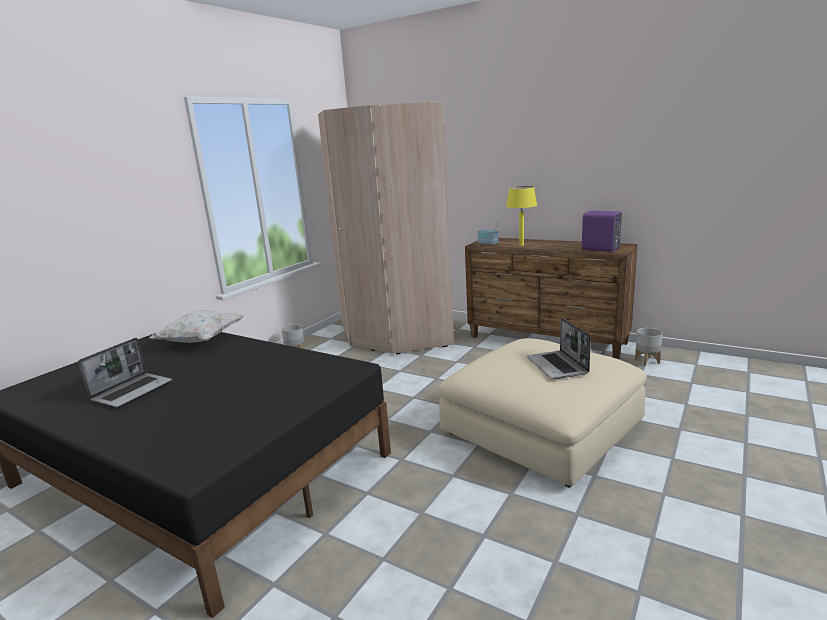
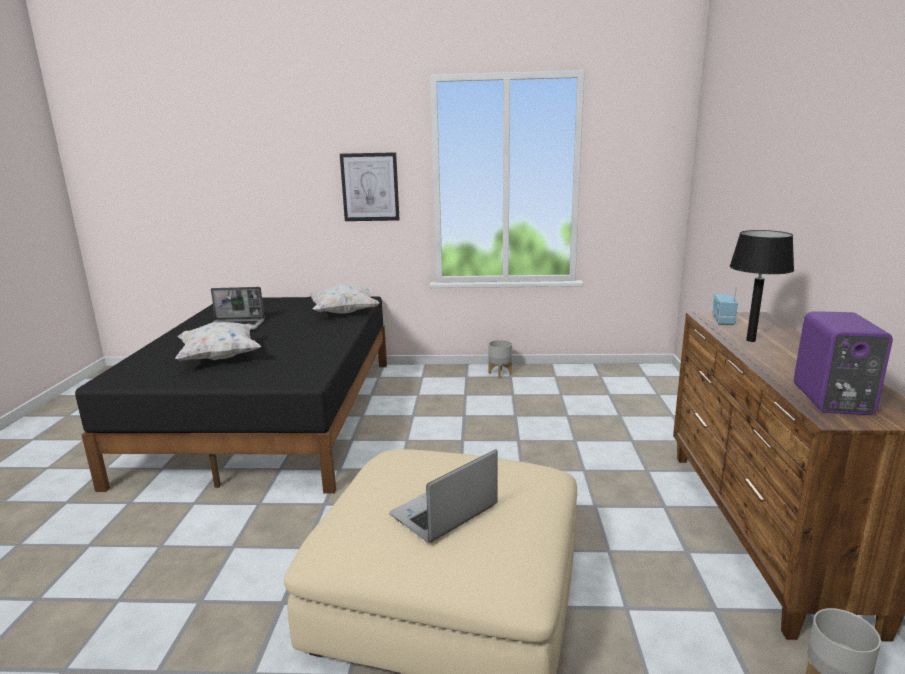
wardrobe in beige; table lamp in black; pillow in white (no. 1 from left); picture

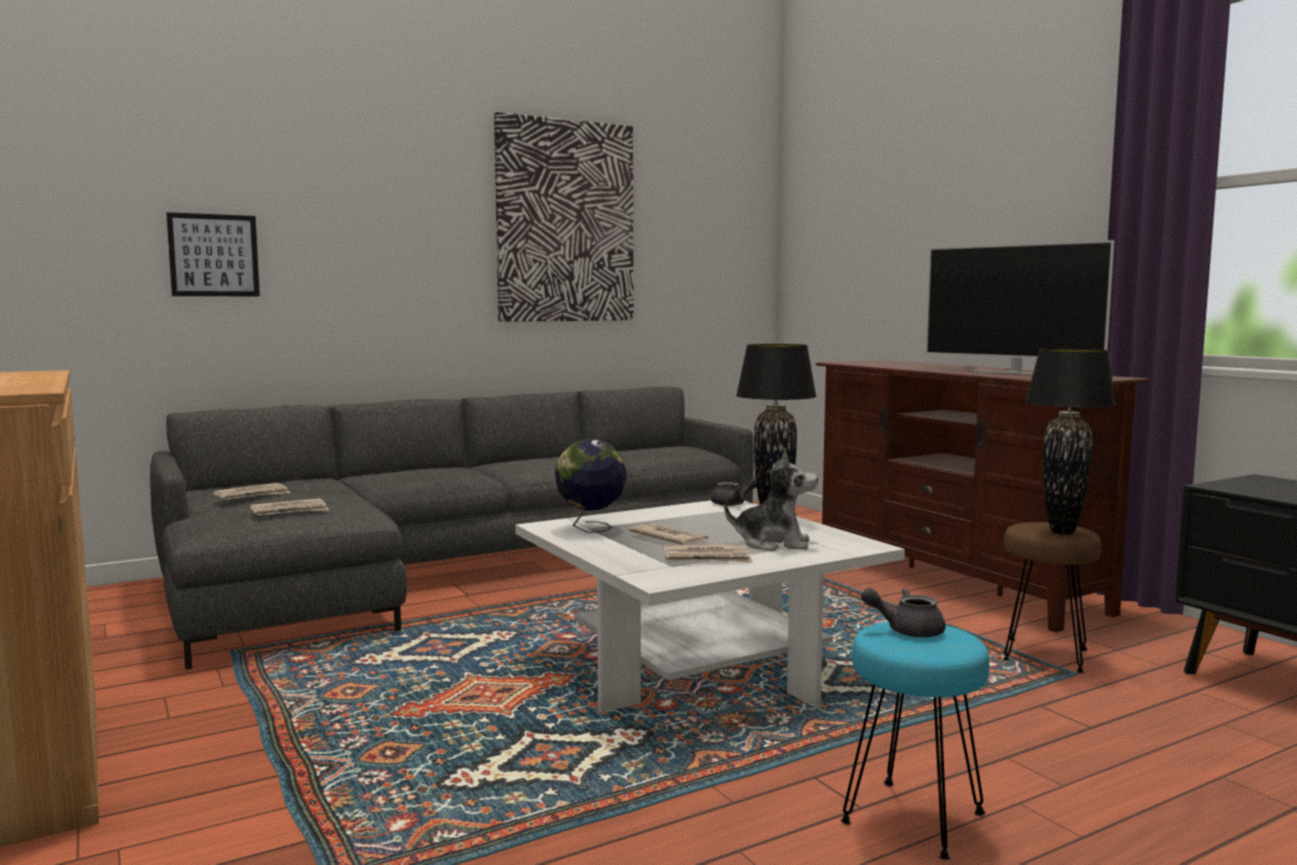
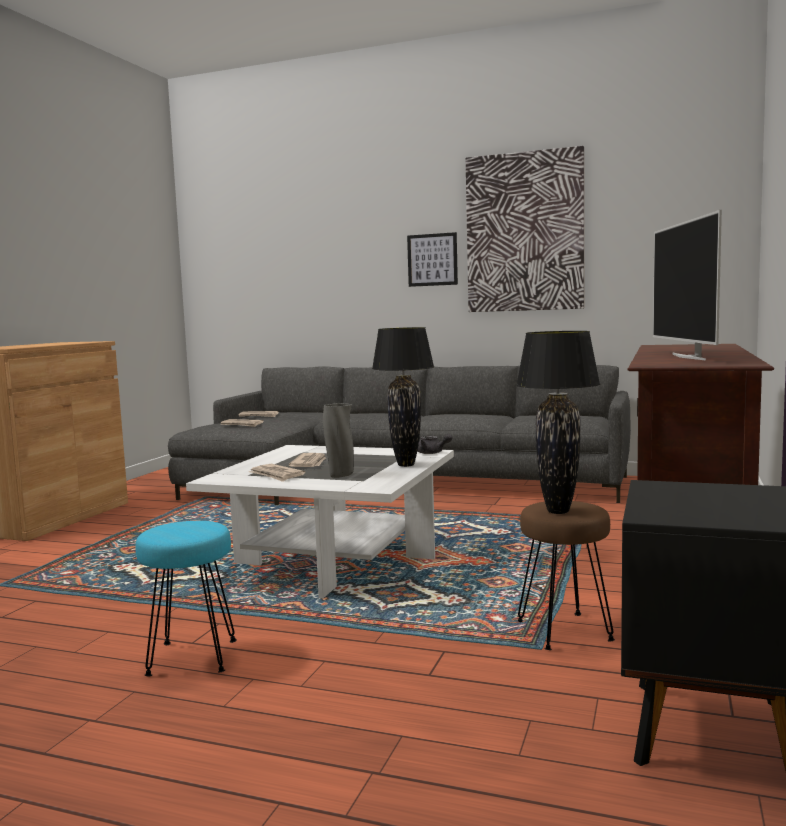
picture (no. 1 from left); globe; vase in grey; teapot in grey (no. 2 from left in the first image)

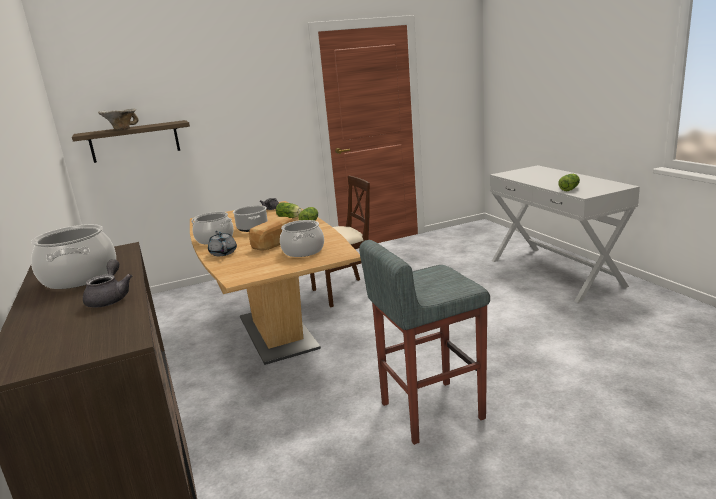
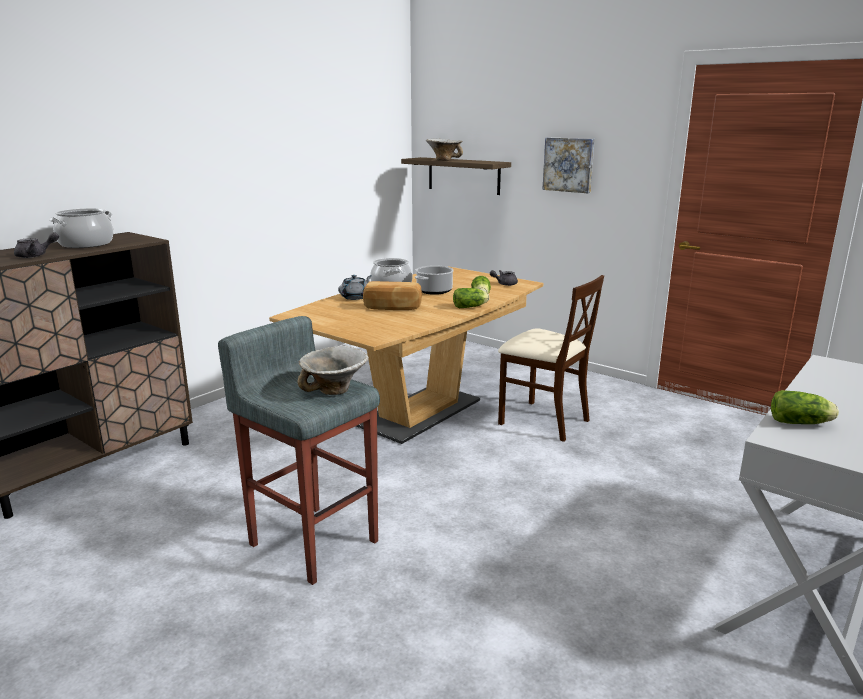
cooking pot (no. 4 from left in the first image); bowl (no. 1 from left); picture

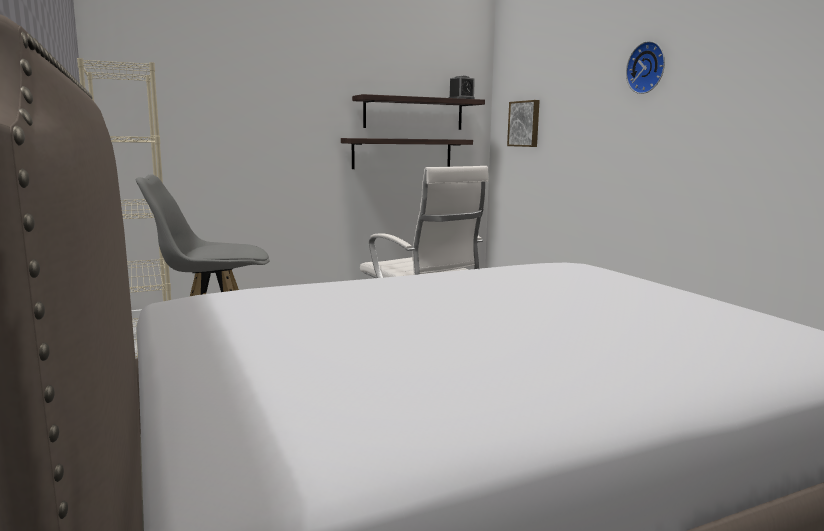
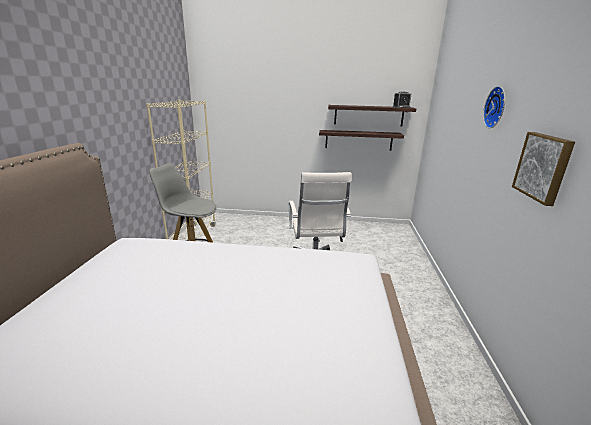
picture

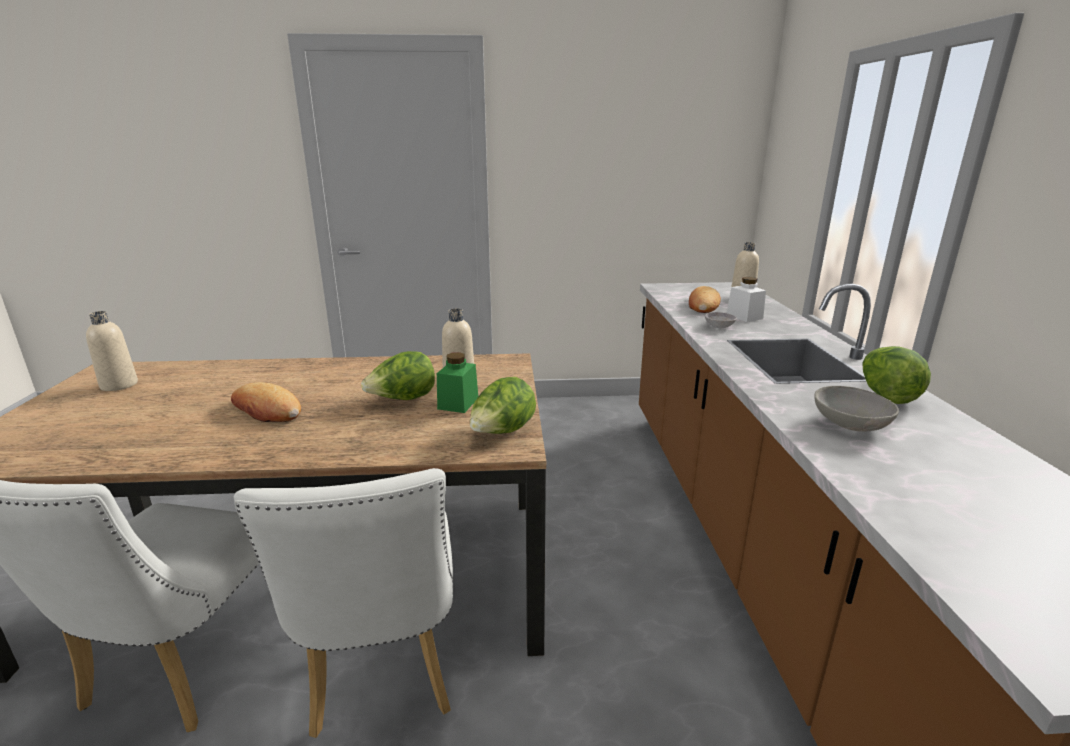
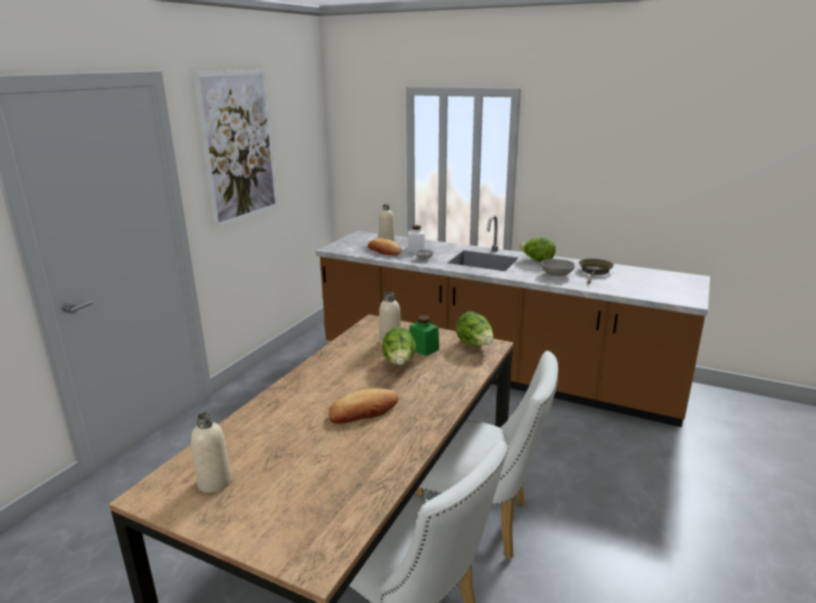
picture; frying pan in brown

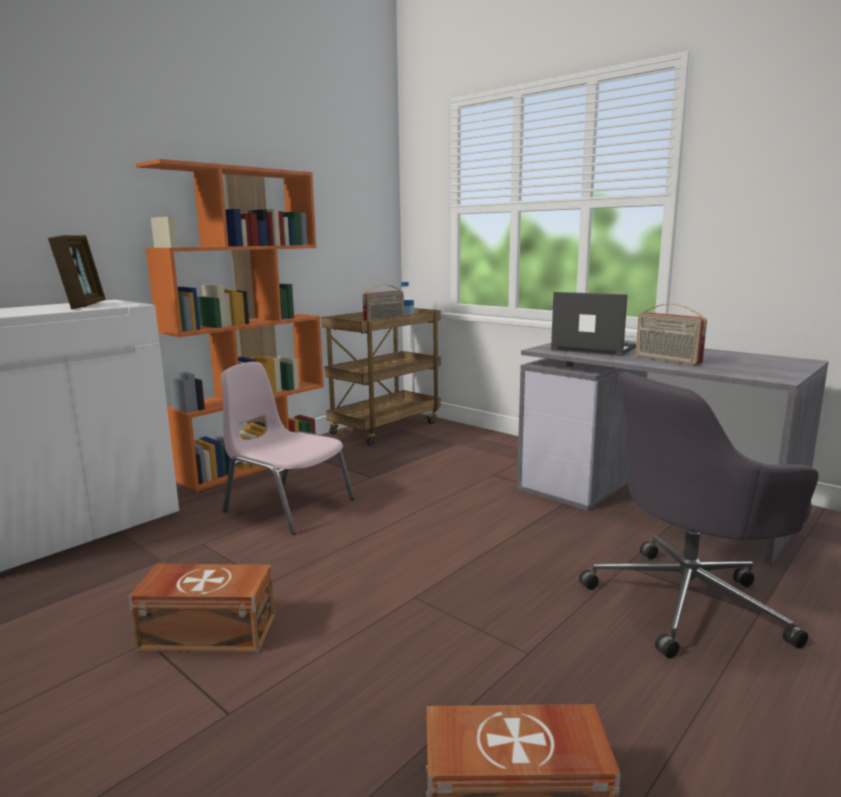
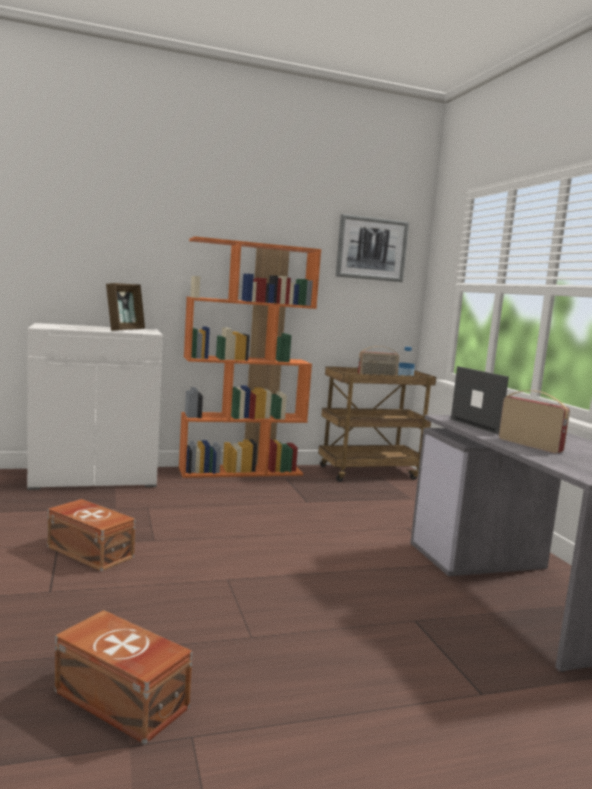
chair in pink; office chair in grey; radio (no. 2 from left); picture

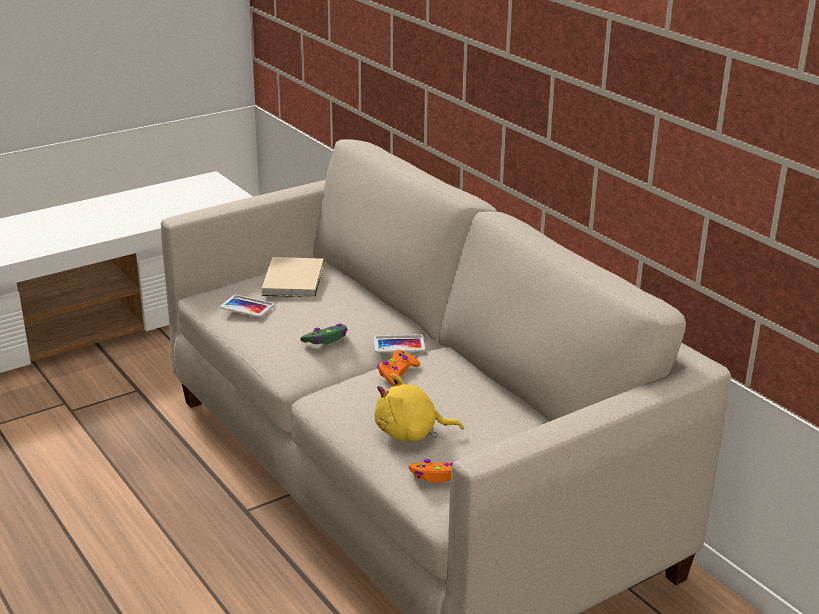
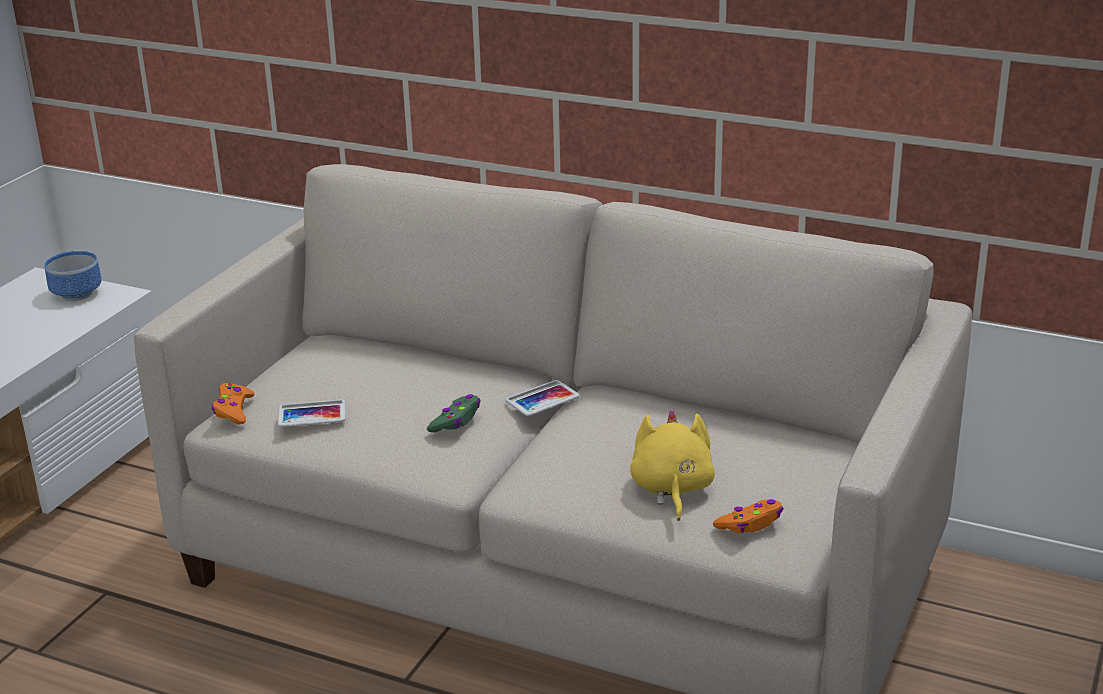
book in beige; plush toy in yellow; game controller in orange (no. 1 from left); bowl

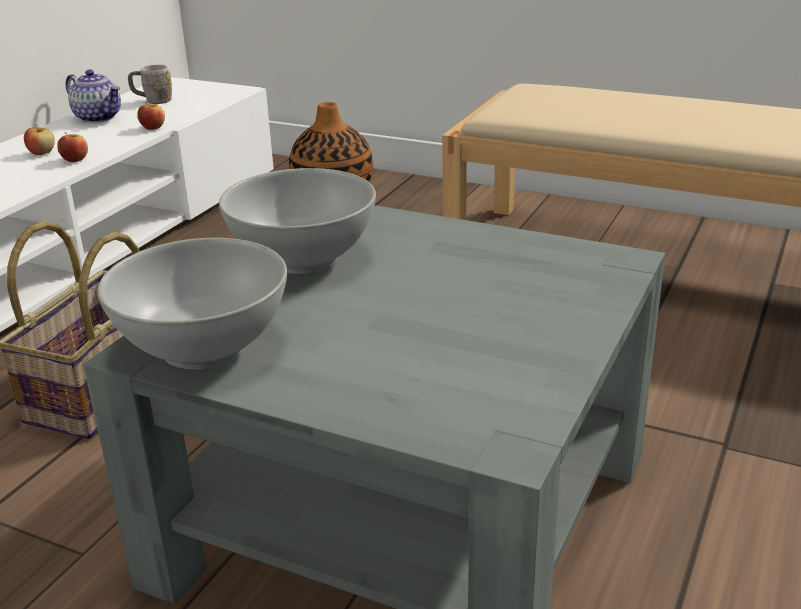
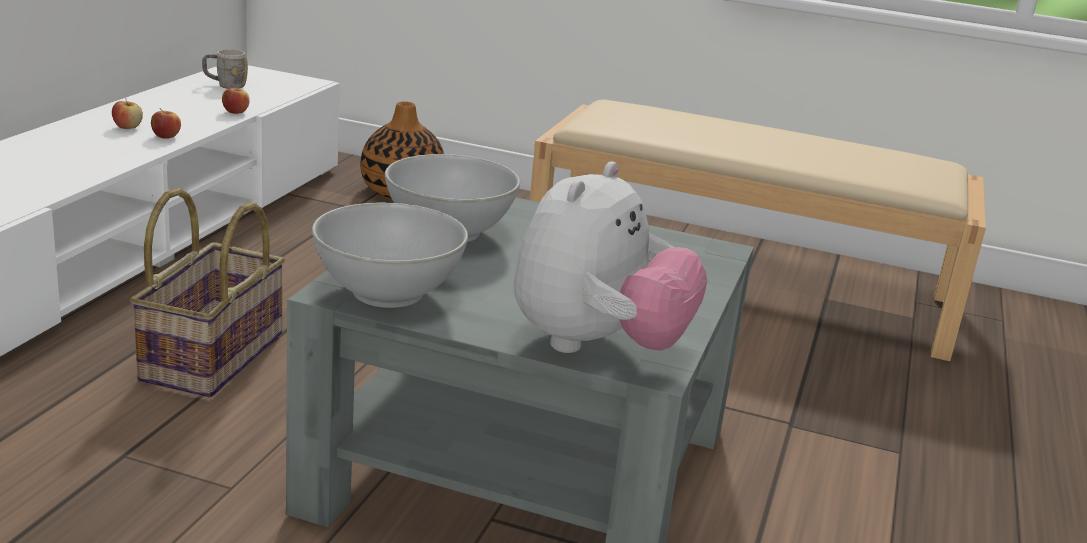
teapot; plush toy

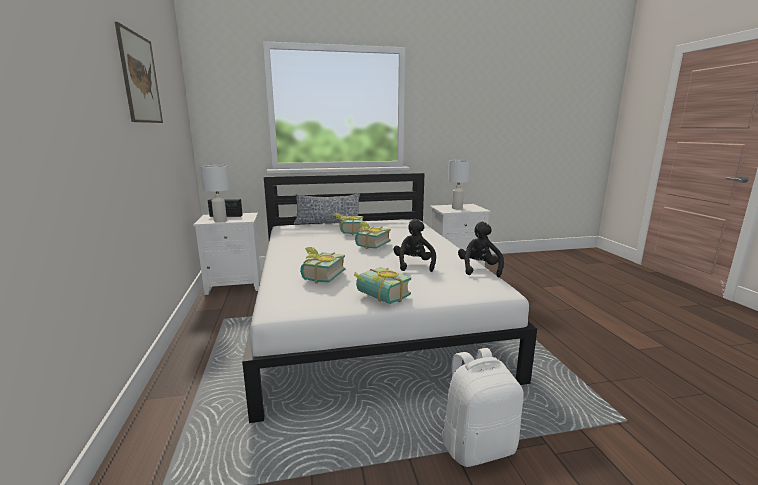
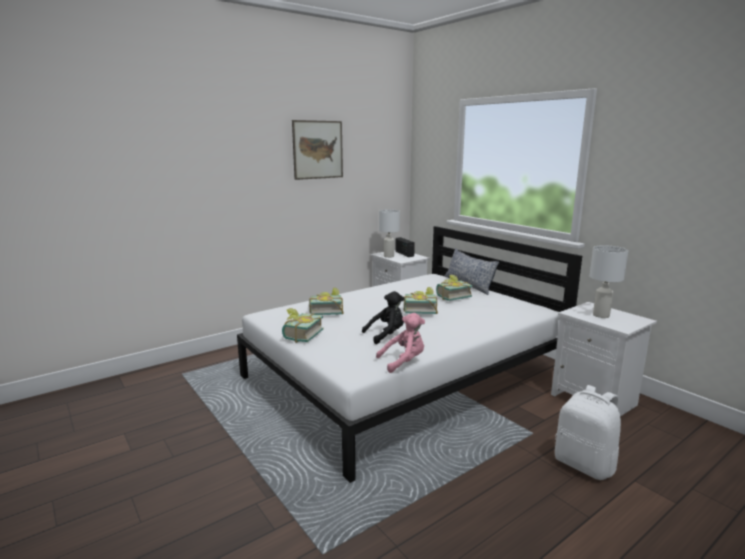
backpack in white; plush toy in pink

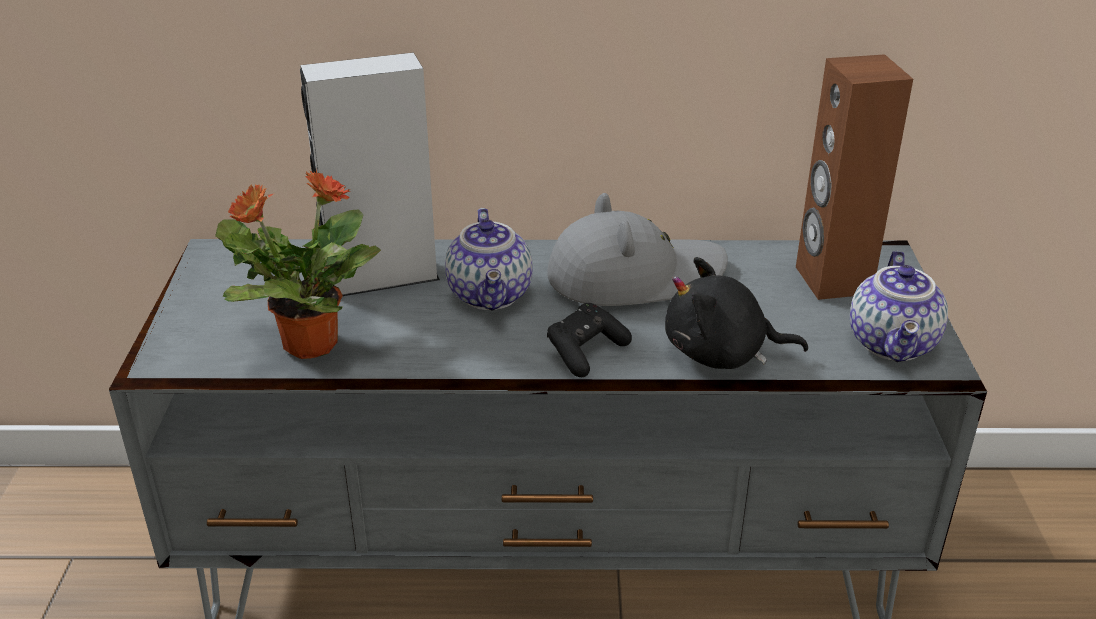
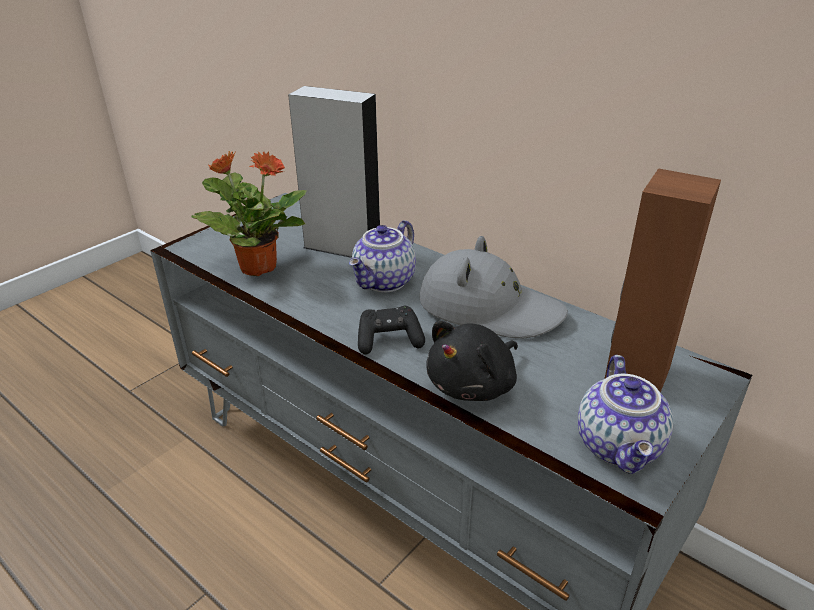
plush toy in black; teapot (no. 2 from left)

